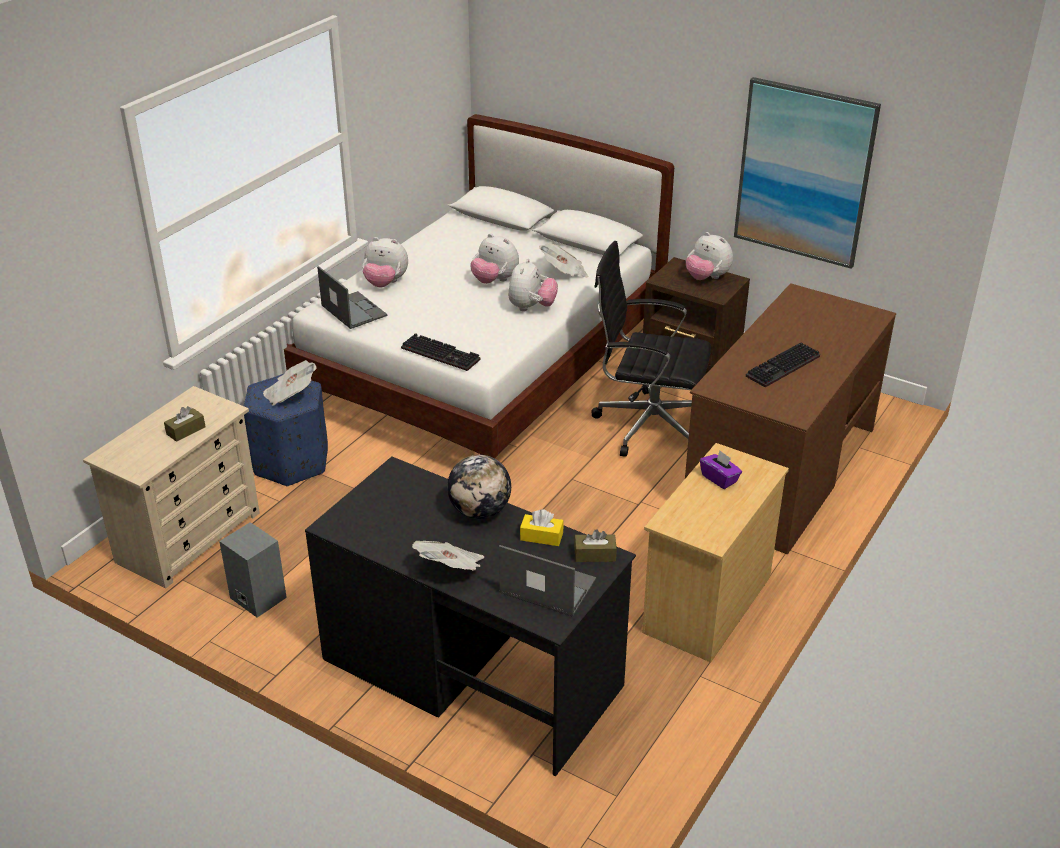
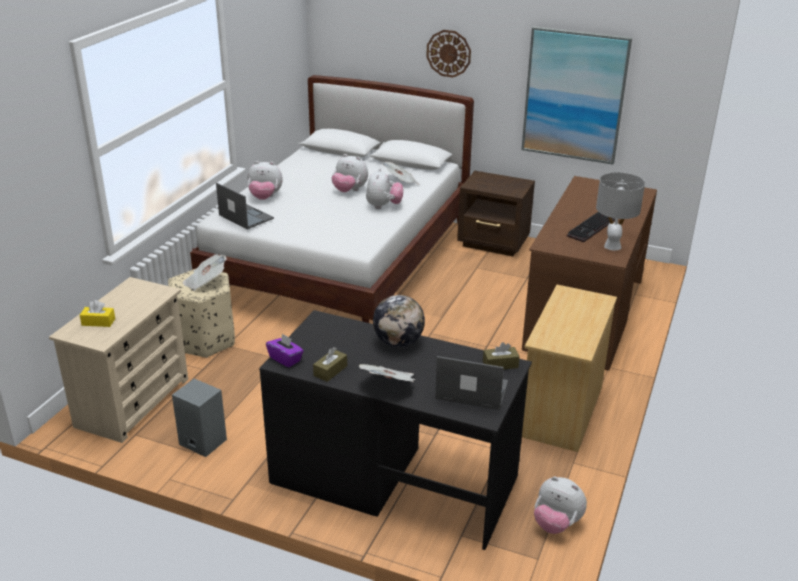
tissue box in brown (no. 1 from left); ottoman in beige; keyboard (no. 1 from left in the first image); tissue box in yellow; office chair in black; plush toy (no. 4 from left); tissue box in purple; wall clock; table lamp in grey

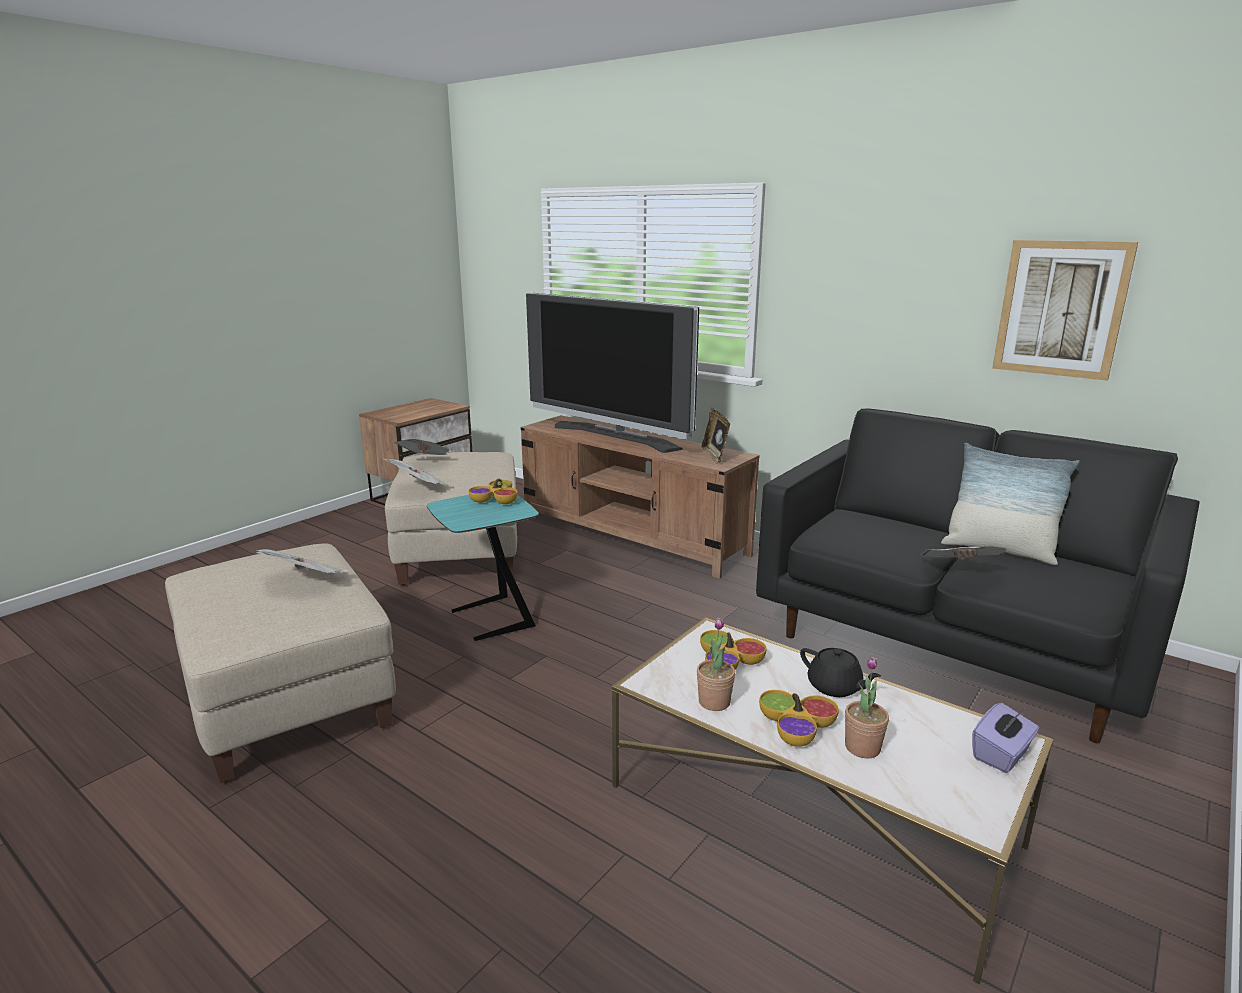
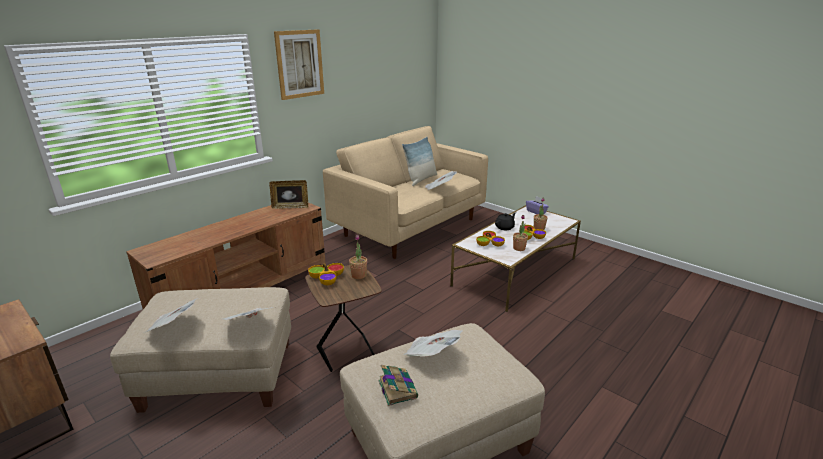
side table in brown; television; sofa in beige; picture; potted plant (no. 1 from left); book

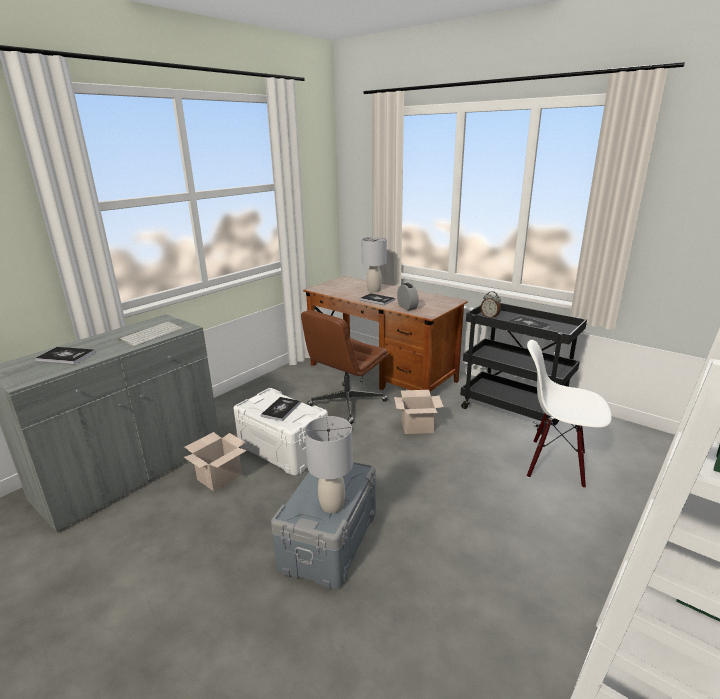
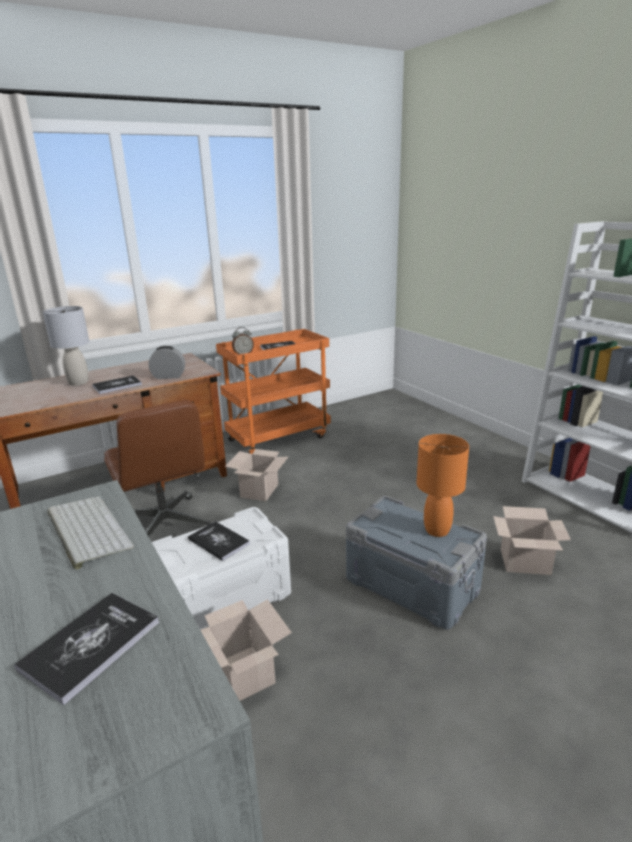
table lamp in orange; cart in orange; chair in white; cardboard box (no. 3 from left)

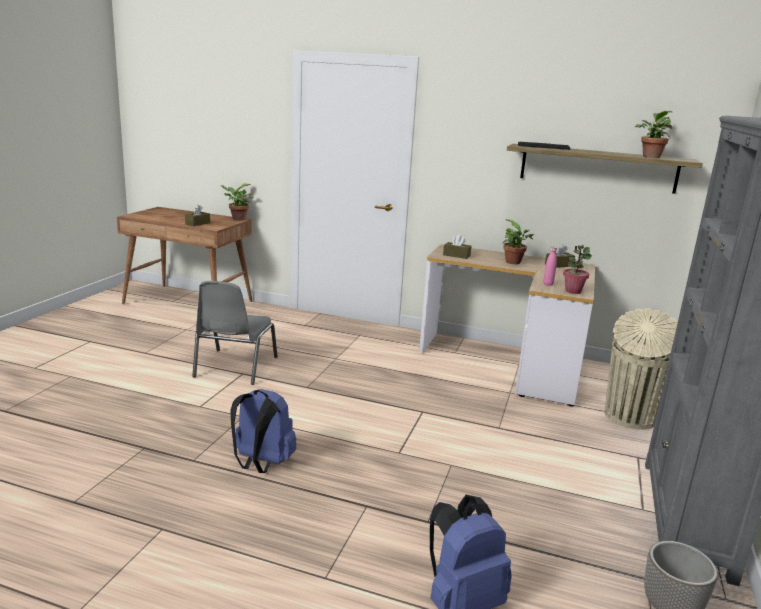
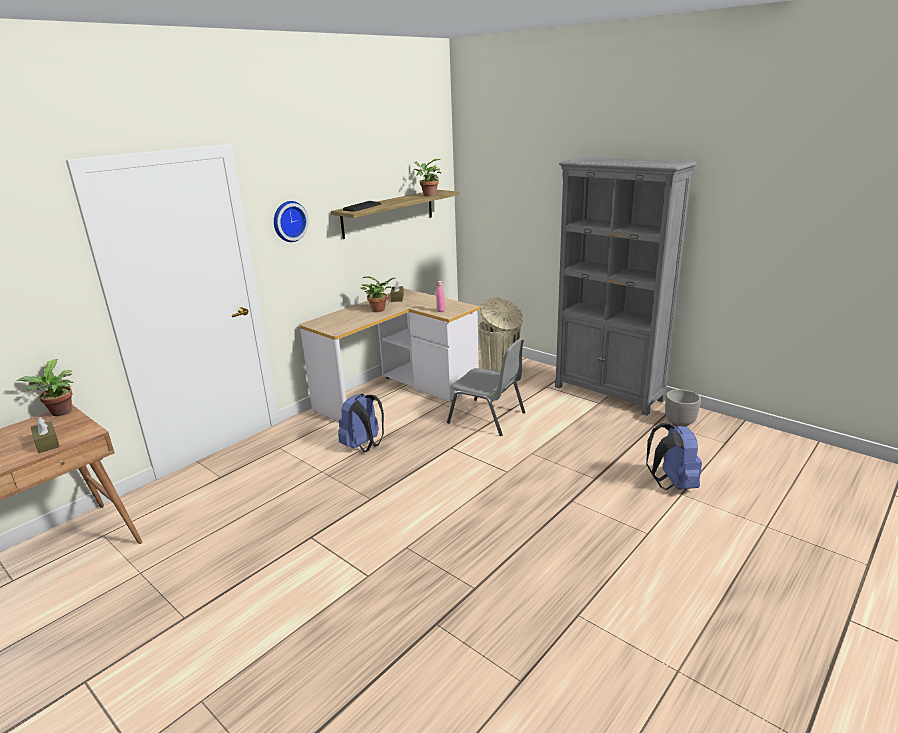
chair in grey; backpack in blue (no. 1 from left); tissue box in brown (no. 2 from left in the first image); potted plant (no. 3 from left in the first image); wall clock

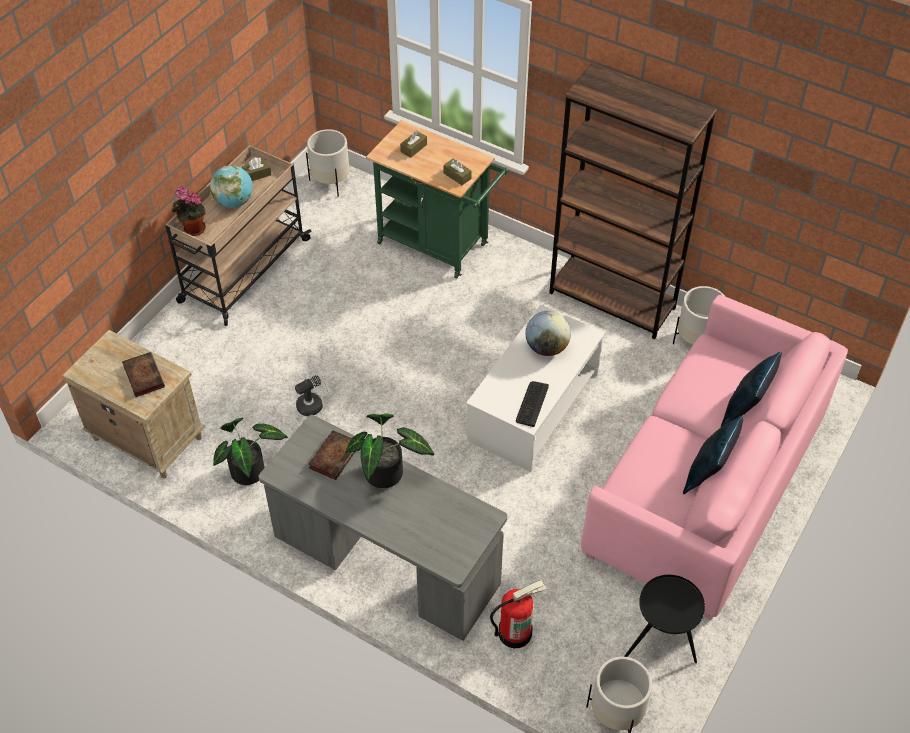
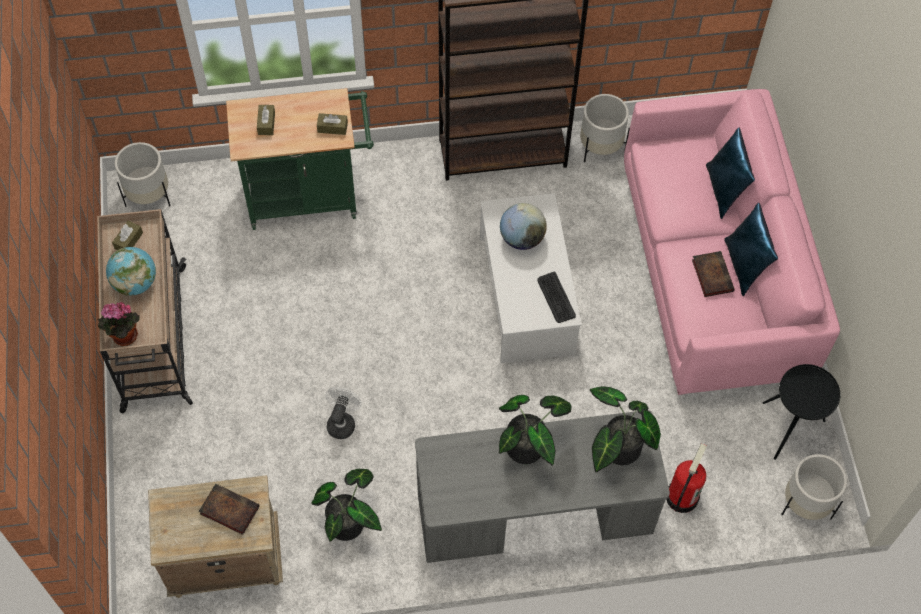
book (no. 2 from left); potted plant (no. 4 from left)

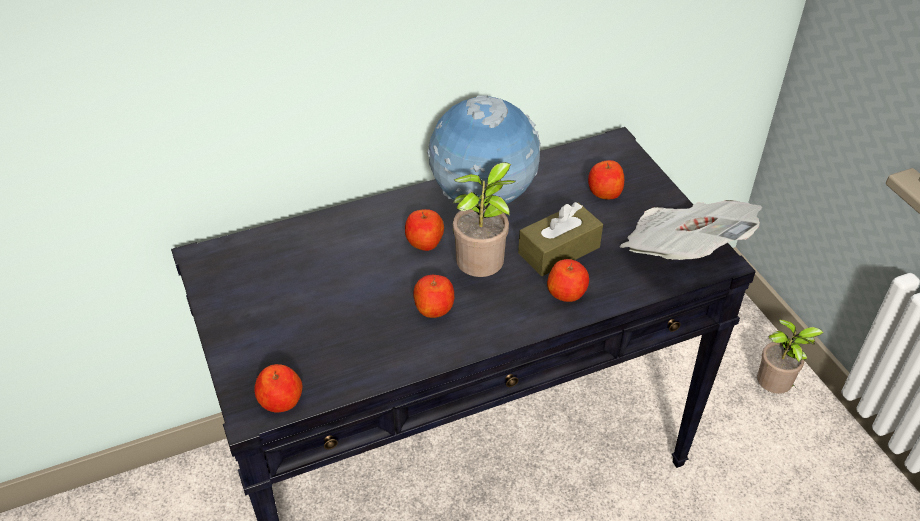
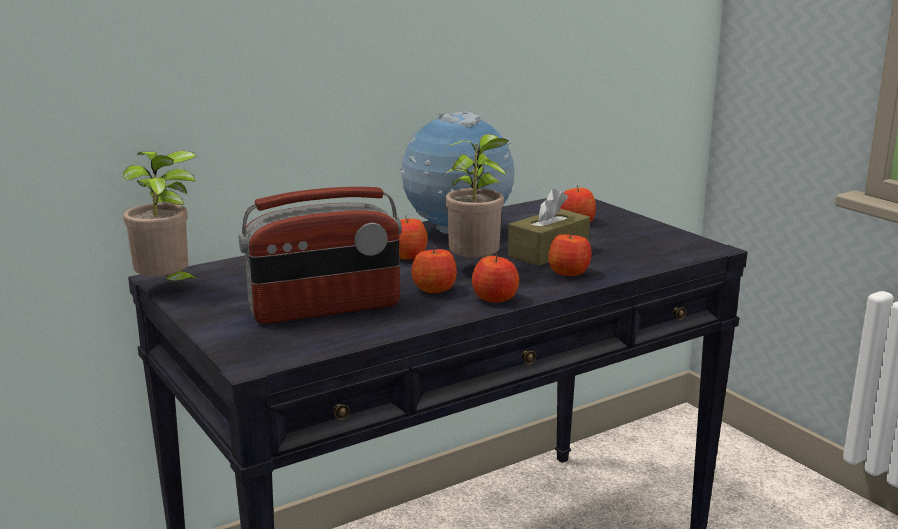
apple (no. 3 from left); newspaper; potted plant (no. 1 from left); radio

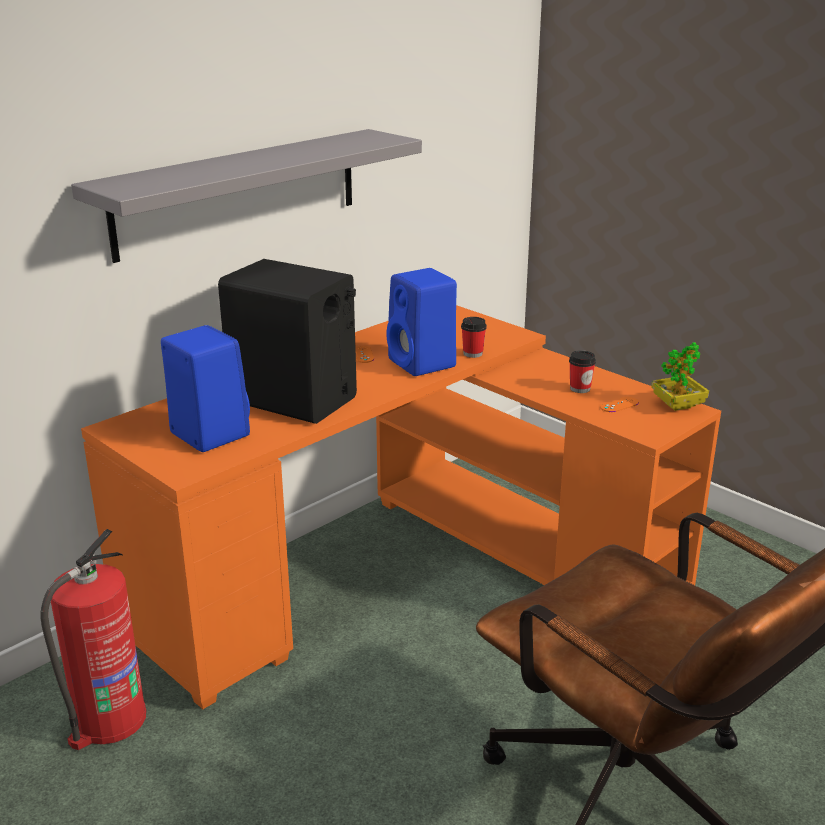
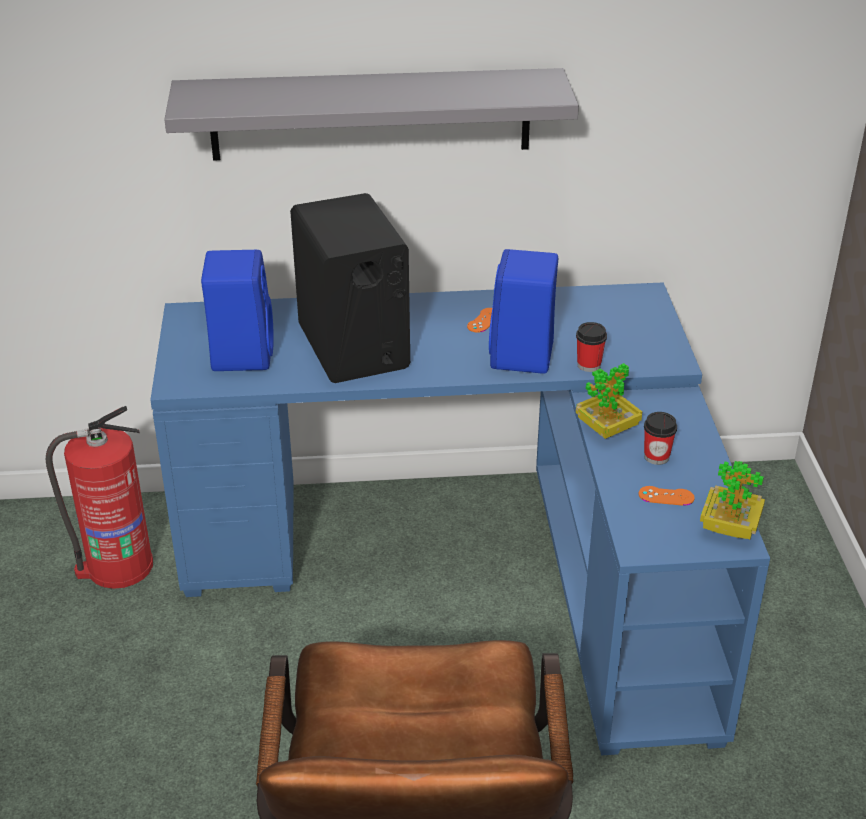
desk in blue; potted plant (no. 1 from left)

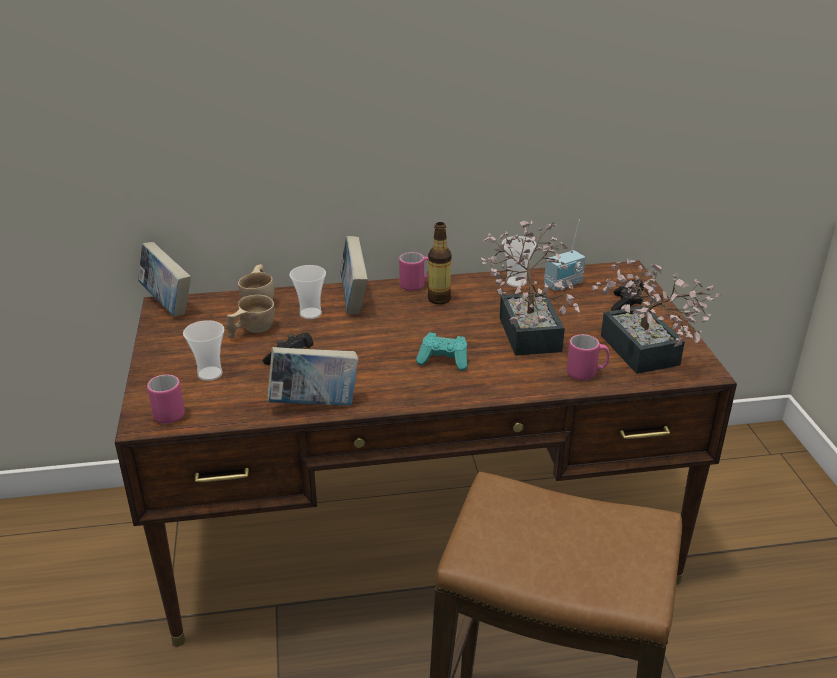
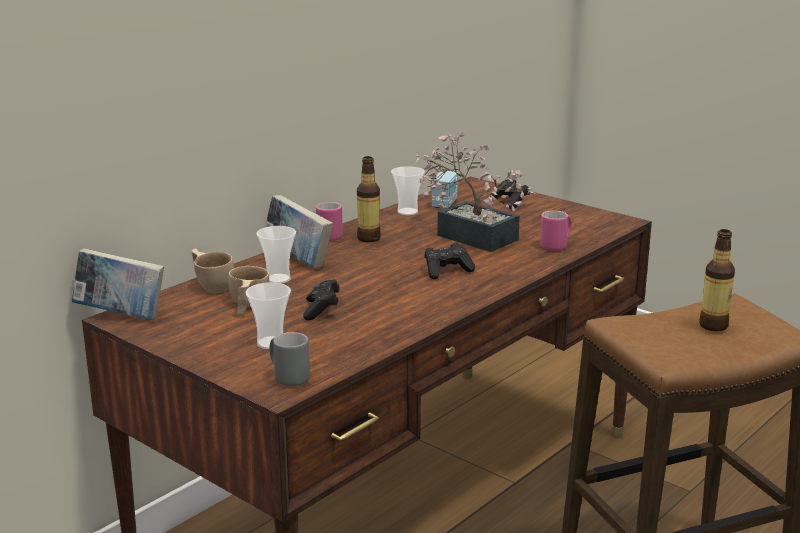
mug in grey; book (no. 2 from left in the first image); game controller in black (no. 2 from left); potted plant (no. 2 from left in the first image); bottle (no. 2 from left)

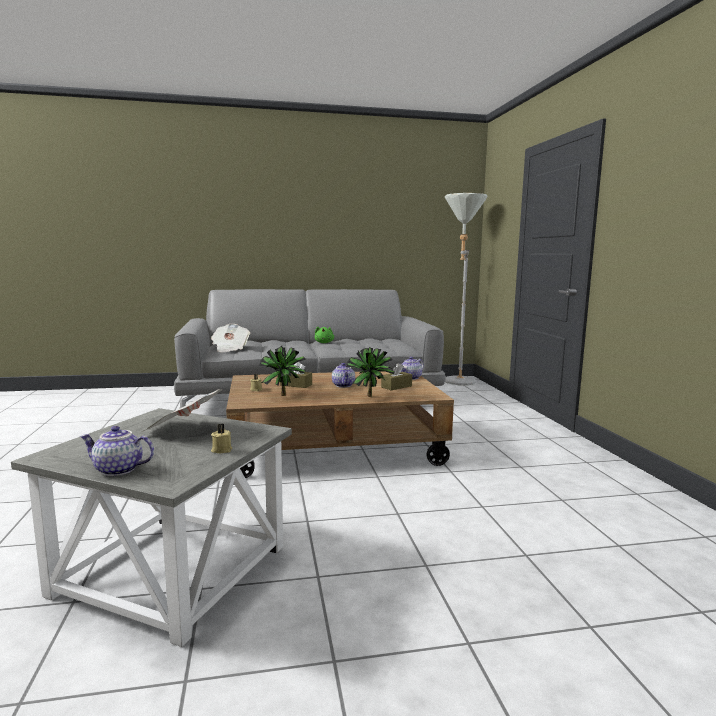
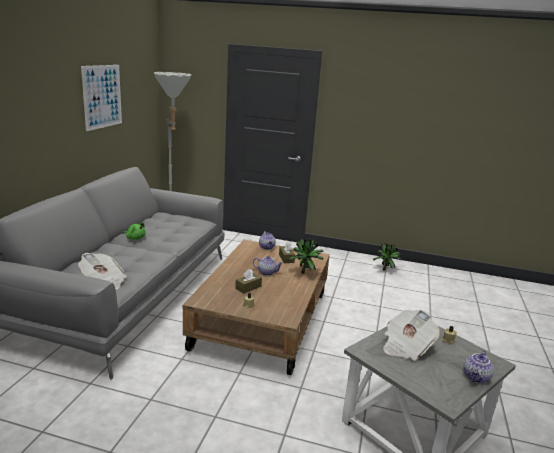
potted plant (no. 2 from left); picture

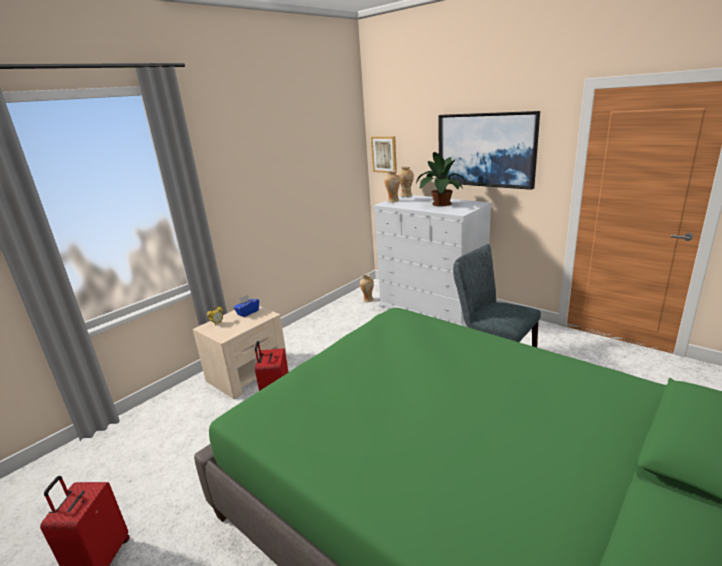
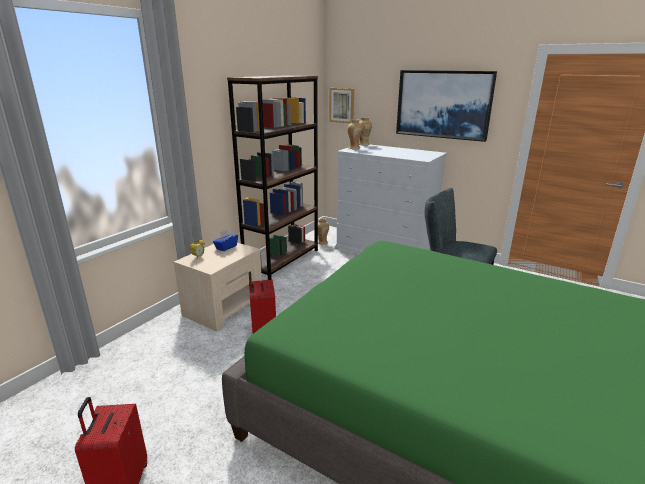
potted plant; bookcase in brown

